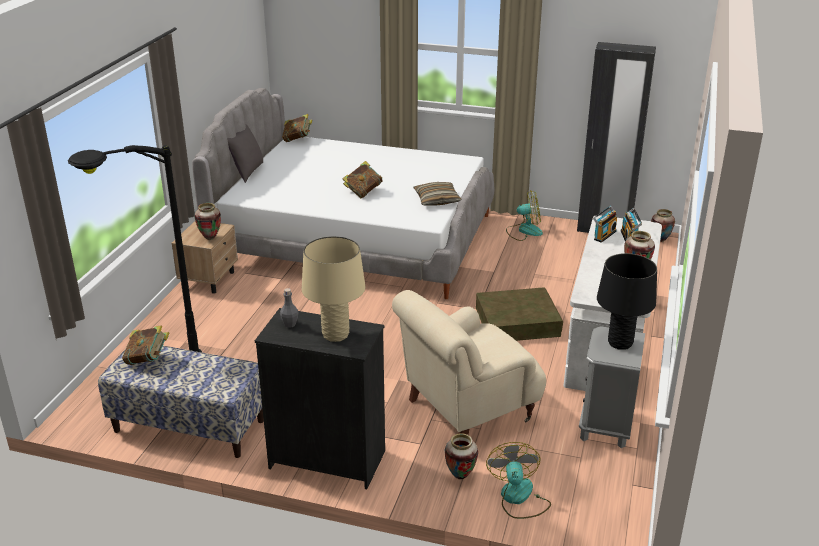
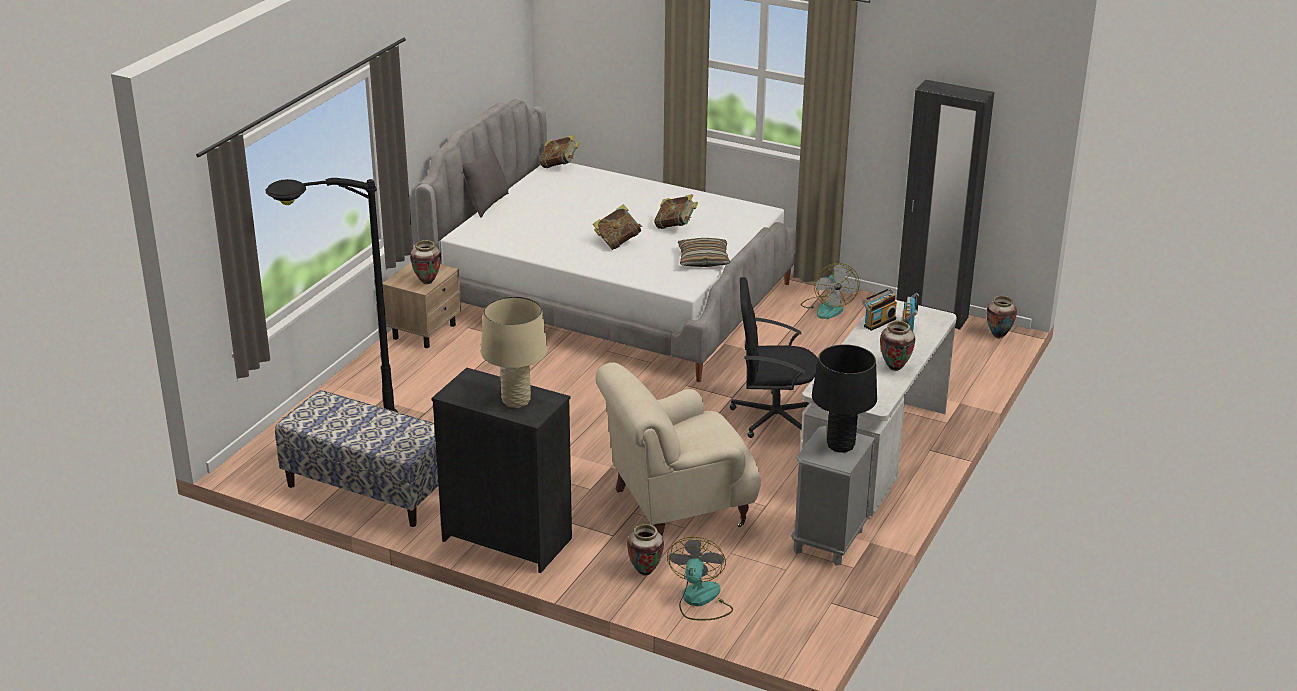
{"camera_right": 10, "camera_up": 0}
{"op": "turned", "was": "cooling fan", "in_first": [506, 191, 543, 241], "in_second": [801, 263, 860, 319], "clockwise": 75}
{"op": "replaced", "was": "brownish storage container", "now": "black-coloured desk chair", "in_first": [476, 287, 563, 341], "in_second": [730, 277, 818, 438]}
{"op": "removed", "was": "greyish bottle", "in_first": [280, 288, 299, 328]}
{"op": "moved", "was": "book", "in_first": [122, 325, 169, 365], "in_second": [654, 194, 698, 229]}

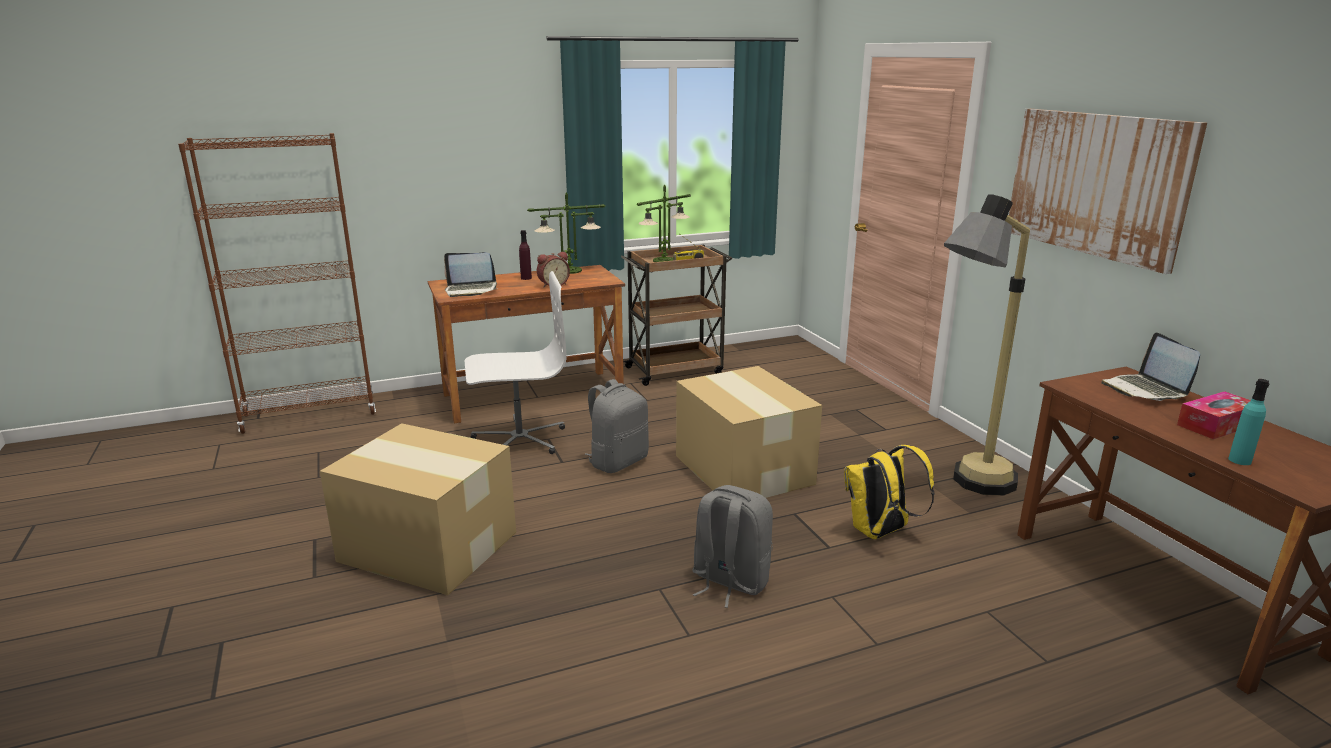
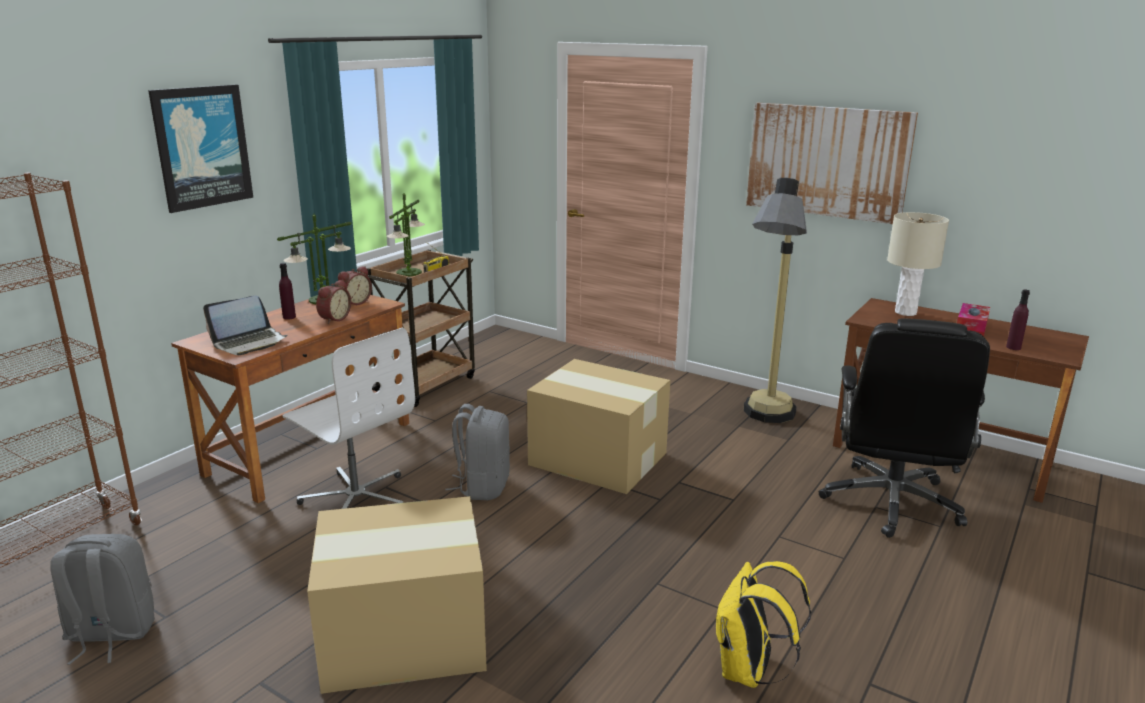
{"camera_right": -35, "camera_up": 0}
{"op": "turned", "was": "white desk chair", "in_first": [465, 271, 567, 454], "in_second": [283, 328, 415, 509], "clockwise": 90}
{"op": "replaced", "was": "notebook computer", "now": "sand-coloured tabletop lamp", "in_first": [1101, 332, 1200, 401], "in_second": [887, 212, 949, 316]}
{"op": "recoloured", "was": "blue-green bottle", "now": "purplish bottle", "in_first": [1228, 379, 1269, 465], "in_second": [1006, 289, 1030, 350]}
{"op": "moved", "was": "yellow-coloured rucksack", "in_first": [844, 445, 934, 539], "in_second": [716, 561, 811, 688]}
{"op": "moved", "was": "greyish rucksack", "in_first": [692, 485, 773, 608], "in_second": [50, 534, 155, 665]}
{"op": "added", "now": "picture", "in_second": [148, 84, 253, 213]}
{"op": "added", "now": "alarm clock", "in_second": [338, 266, 372, 305]}
{"op": "added", "now": "black-coloured desk chair", "in_second": [818, 318, 990, 538]}

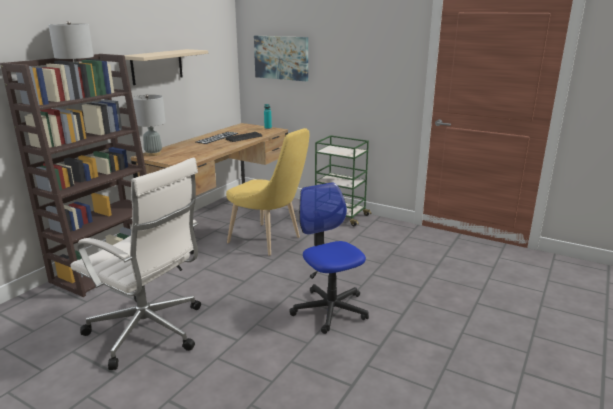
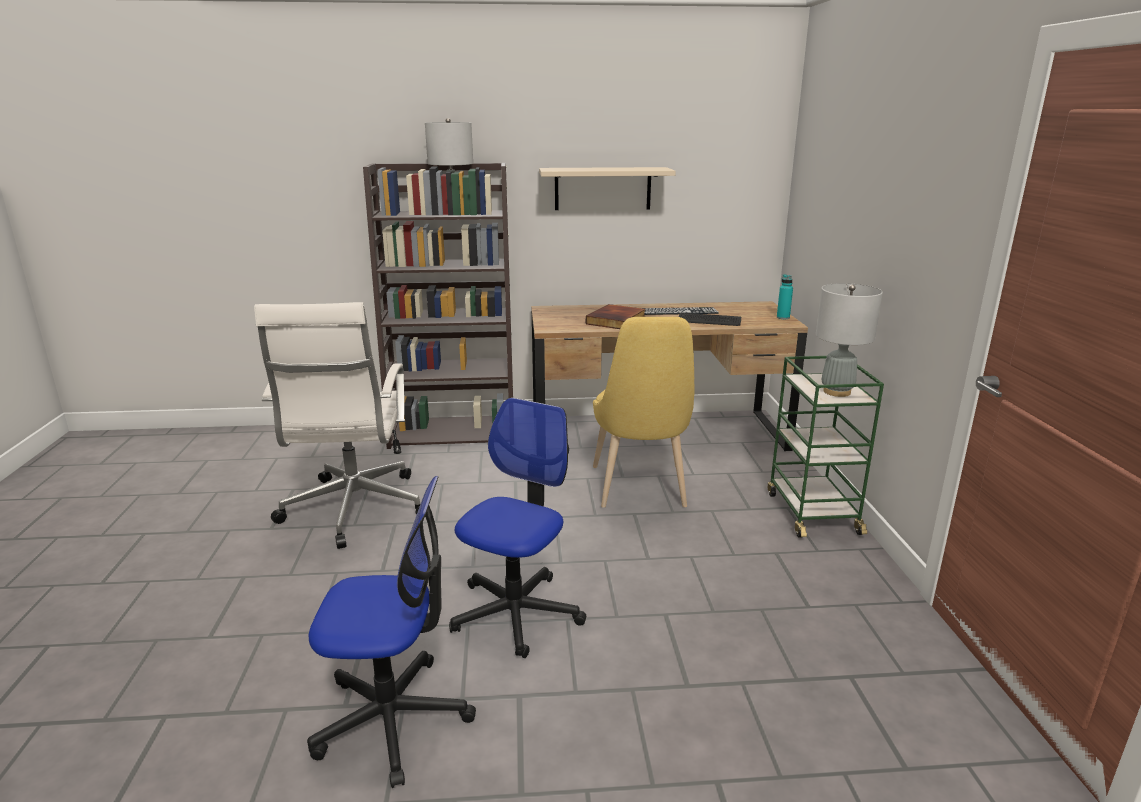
{"camera_right": 55, "camera_up": 0}
{"op": "removed", "was": "picture", "in_first": [254, 36, 308, 81]}
{"op": "moved", "was": "greyish tabletop lamp", "in_first": [132, 94, 166, 156], "in_second": [816, 283, 883, 397]}
{"op": "added", "now": "book", "in_second": [586, 304, 646, 329]}
{"op": "added", "now": "desk chair", "in_second": [307, 476, 476, 788]}

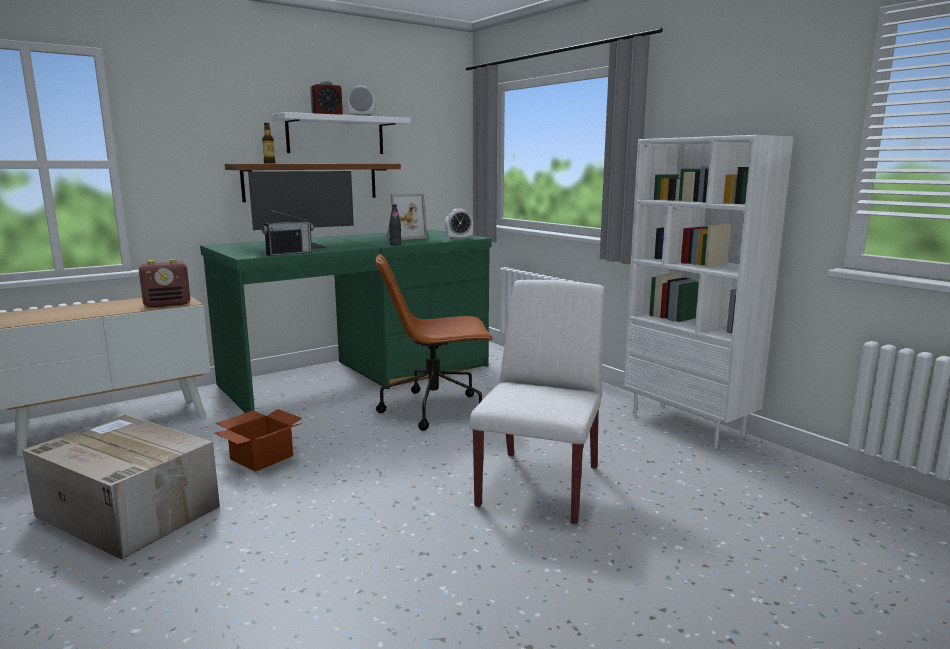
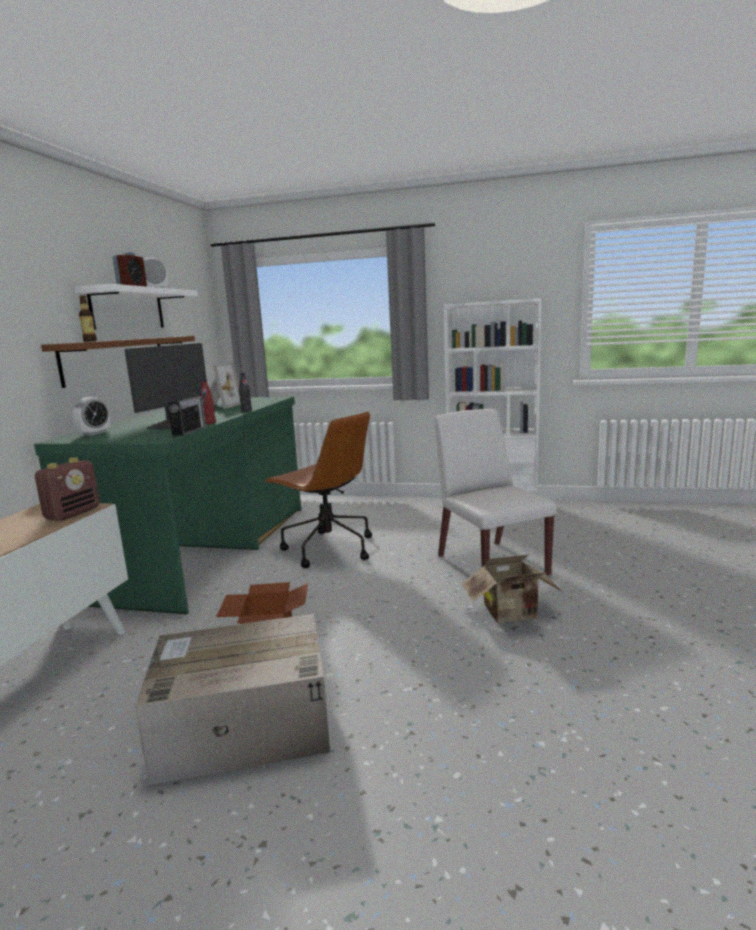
{"camera_right": -40, "camera_up": 0}
{"op": "moved", "was": "alarm clock", "in_first": [445, 209, 473, 240], "in_second": [73, 397, 111, 436]}
{"op": "turned", "was": "brownish desk chair", "in_first": [375, 254, 494, 431], "in_second": [264, 411, 372, 568], "clockwise": -90}
{"op": "added", "now": "red bottle", "in_second": [201, 380, 216, 424]}
{"op": "added", "now": "carton", "in_second": [462, 555, 562, 623]}

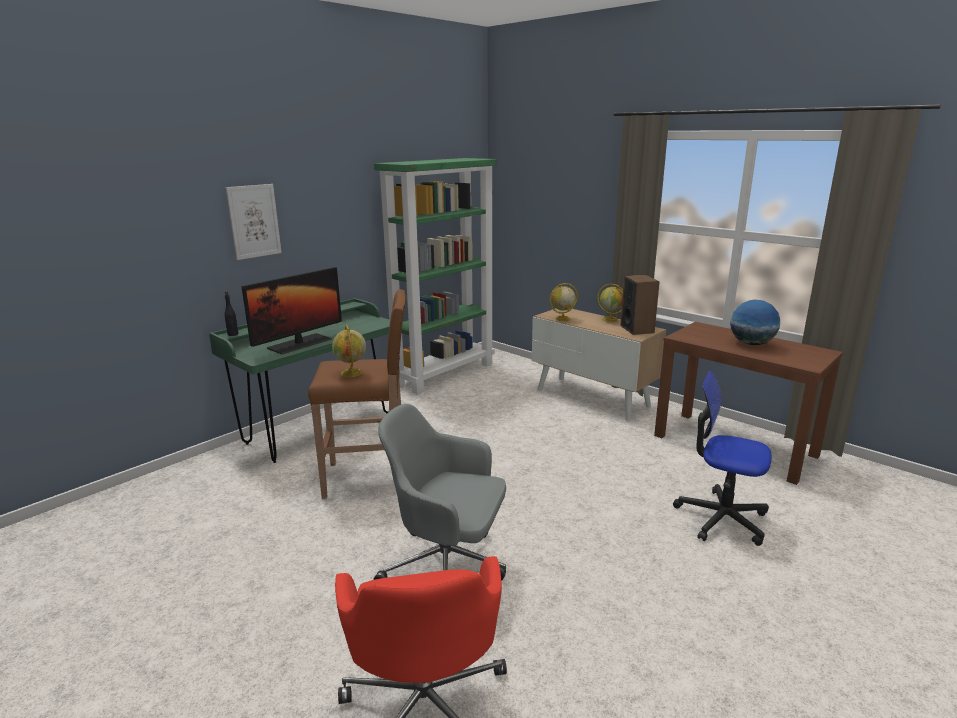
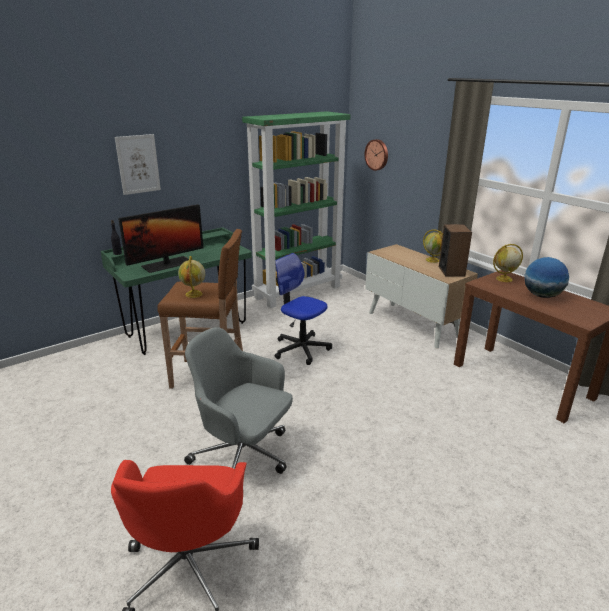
{"camera_right": 10, "camera_up": 5}
{"op": "moved", "was": "globe", "in_first": [550, 283, 578, 321], "in_second": [493, 244, 523, 282]}
{"op": "moved", "was": "desk chair", "in_first": [673, 371, 771, 546], "in_second": [274, 253, 332, 365]}
{"op": "added", "now": "wall clock", "in_second": [365, 139, 388, 171]}

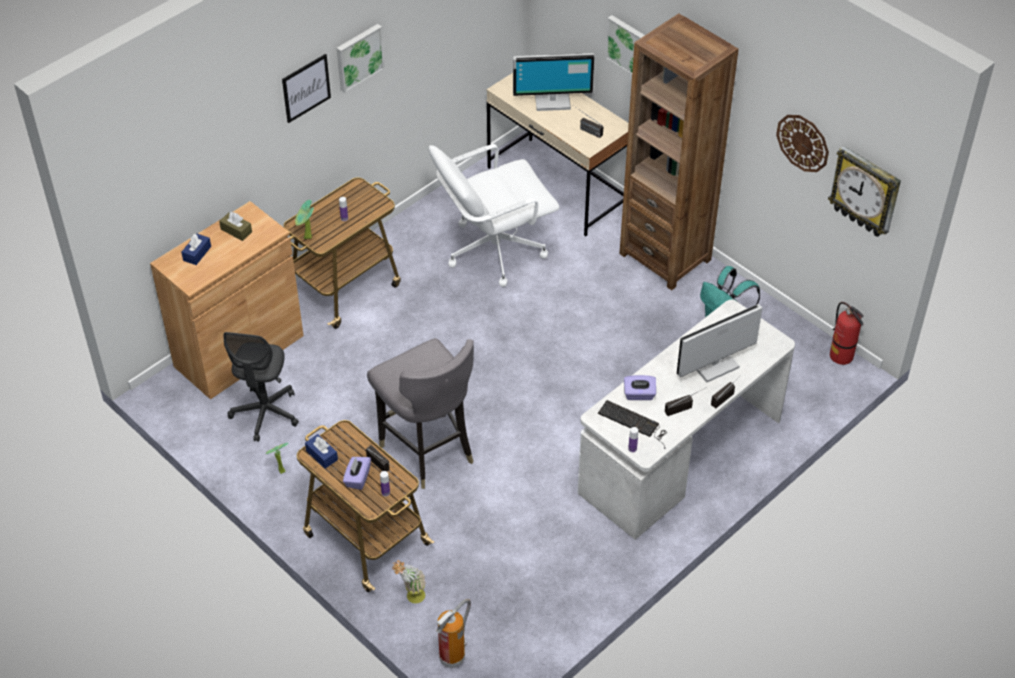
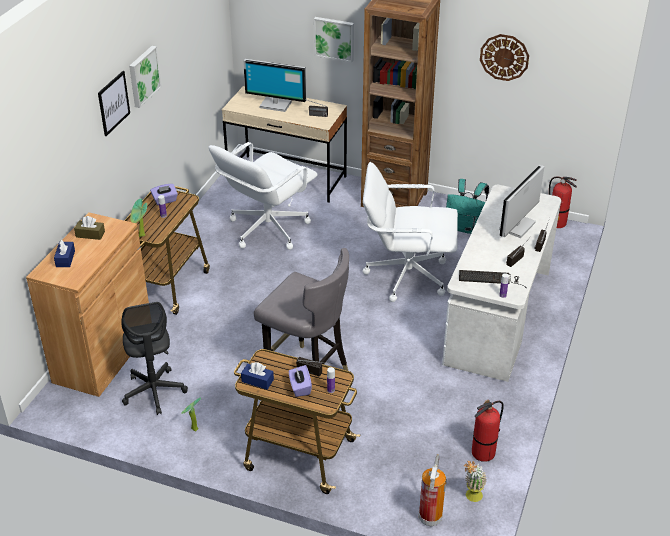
{"camera_right": -25, "camera_up": -10}
{"op": "turned", "was": "monitor", "in_first": [513, 53, 594, 111], "in_second": [243, 59, 307, 112], "clockwise": 45}
{"op": "removed", "was": "wall clock", "in_first": [828, 146, 901, 237]}
{"op": "moved", "was": "purplish box of tissues", "in_first": [624, 375, 656, 400], "in_second": [150, 184, 178, 205]}
{"op": "moved", "was": "plant in a pot", "in_first": [392, 560, 426, 603], "in_second": [464, 461, 487, 502]}
{"op": "added", "now": "white desk chair", "in_second": [363, 162, 458, 302]}
{"op": "added", "now": "fire-fighting cylinder", "in_second": [472, 400, 504, 462]}

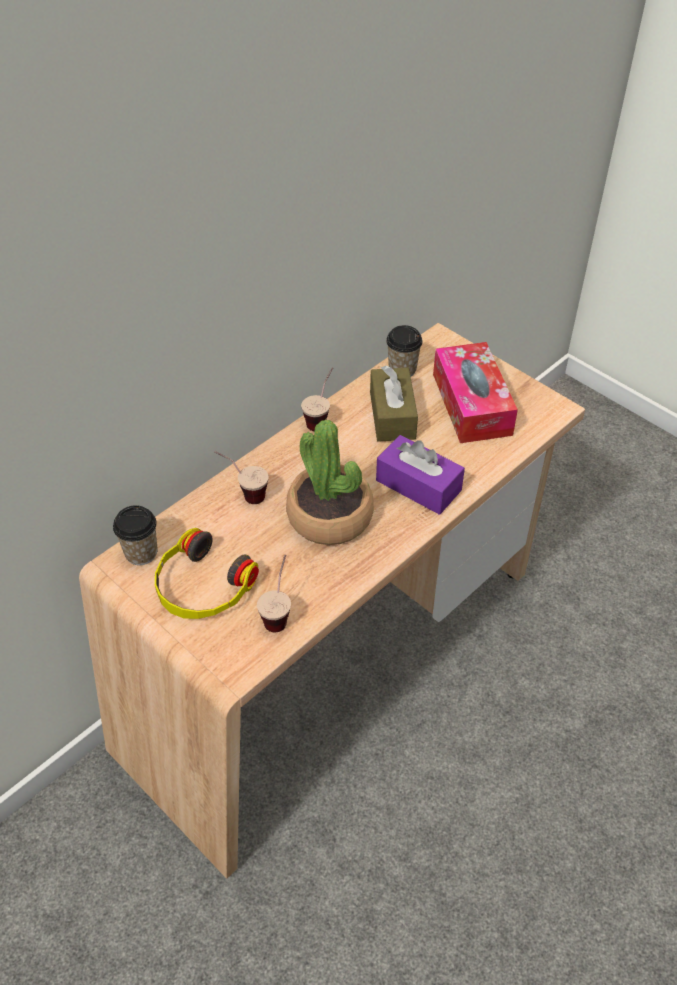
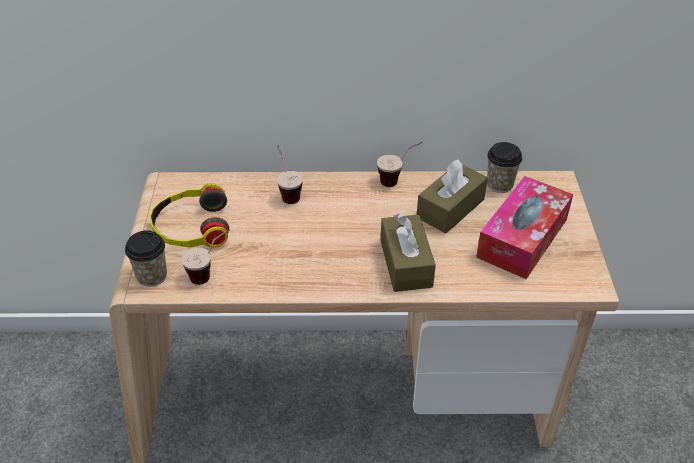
{"camera_right": 45, "camera_up": -5}
{"op": "removed", "was": "plant in a pot", "in_first": [286, 419, 373, 545]}
{"op": "recoloured", "was": "purplish box of tissues", "now": "brownish box of tissues", "in_first": [376, 435, 465, 515], "in_second": [381, 214, 436, 292]}
{"op": "moved", "was": "small cup", "in_first": [113, 505, 158, 565], "in_second": [125, 230, 167, 287]}

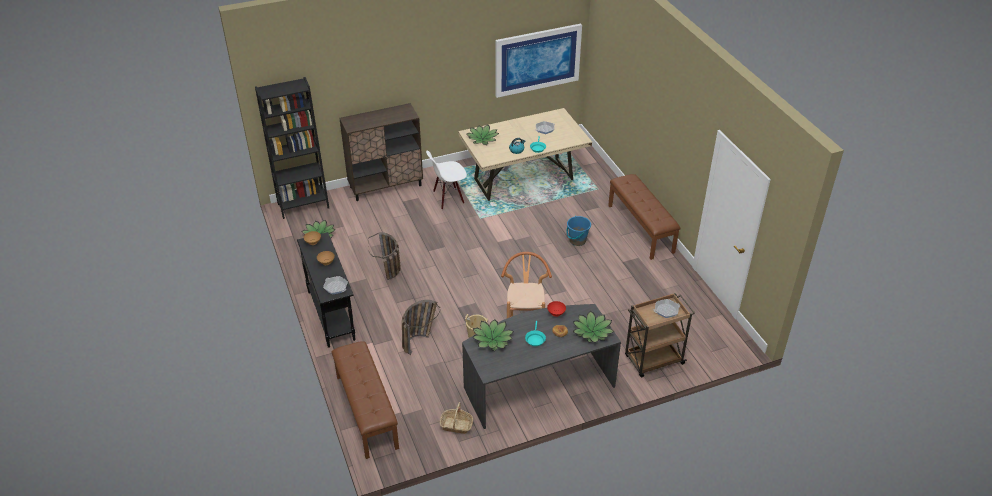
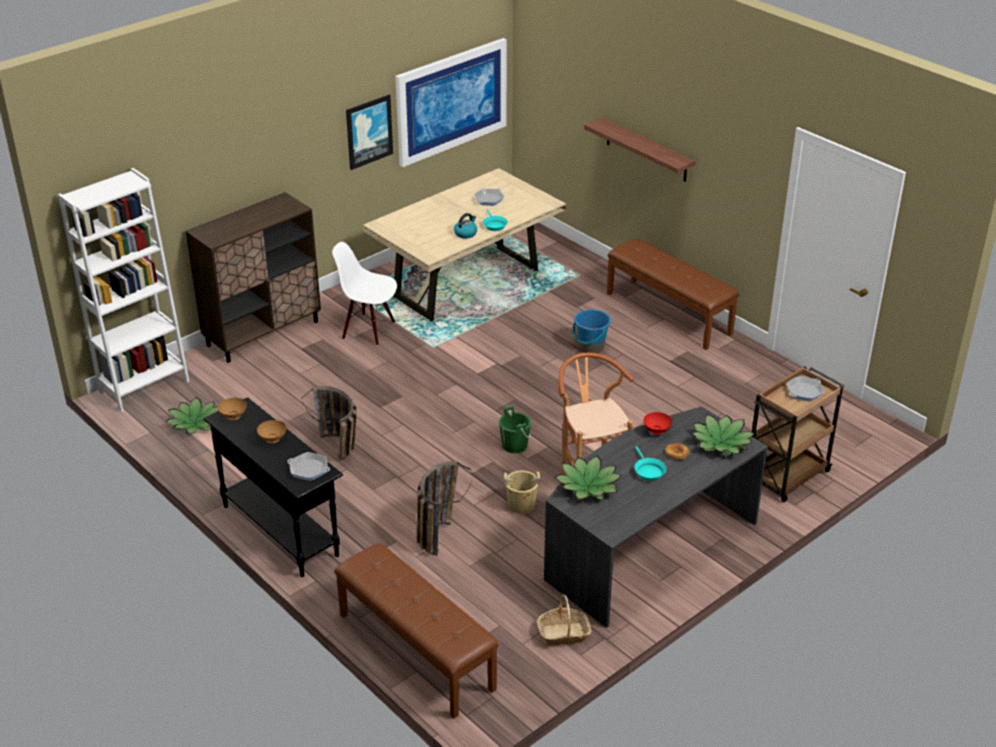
{"camera_right": -20, "camera_up": -5}
{"op": "recoloured", "was": "black-coloured shelving unit", "now": "white shelving unit", "in_first": [255, 77, 329, 219], "in_second": [58, 168, 190, 412]}
{"op": "removed", "was": "plant in a pot", "in_first": [466, 125, 499, 145]}
{"op": "turned", "was": "white chair", "in_first": [426, 151, 467, 210], "in_second": [332, 242, 397, 346], "clockwise": 60}
{"op": "added", "now": "picture", "in_second": [346, 95, 393, 170]}
{"op": "added", "now": "shelf", "in_second": [584, 118, 696, 182]}
{"op": "added", "now": "greenish pail", "in_second": [499, 406, 531, 453]}

